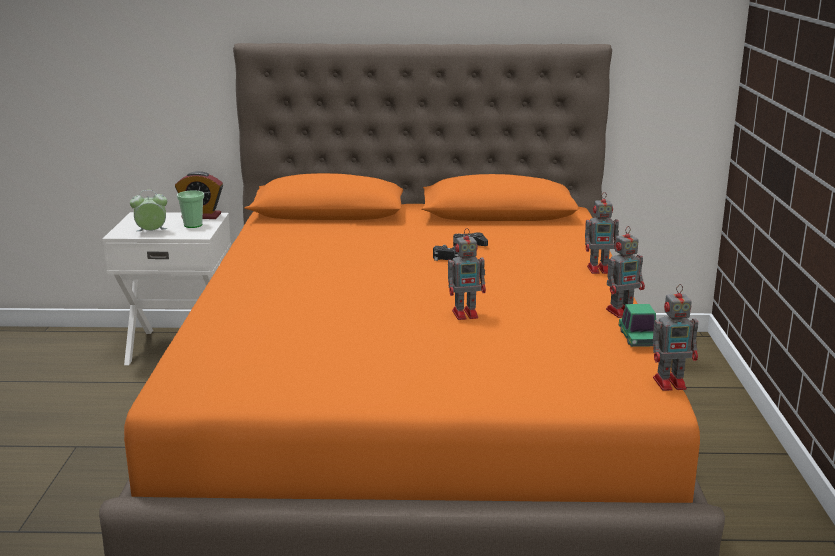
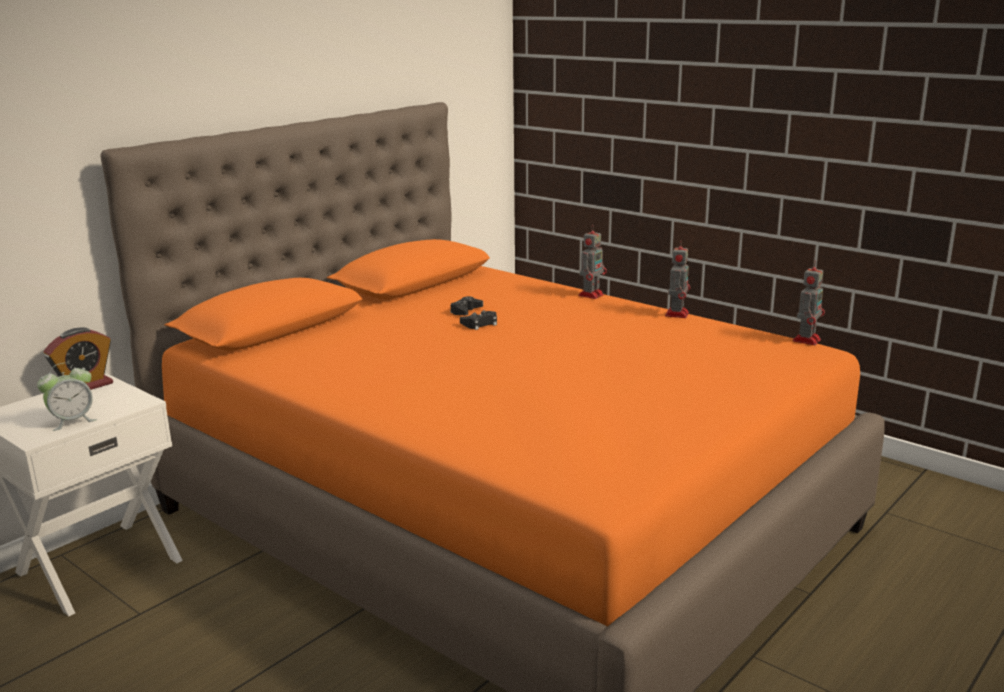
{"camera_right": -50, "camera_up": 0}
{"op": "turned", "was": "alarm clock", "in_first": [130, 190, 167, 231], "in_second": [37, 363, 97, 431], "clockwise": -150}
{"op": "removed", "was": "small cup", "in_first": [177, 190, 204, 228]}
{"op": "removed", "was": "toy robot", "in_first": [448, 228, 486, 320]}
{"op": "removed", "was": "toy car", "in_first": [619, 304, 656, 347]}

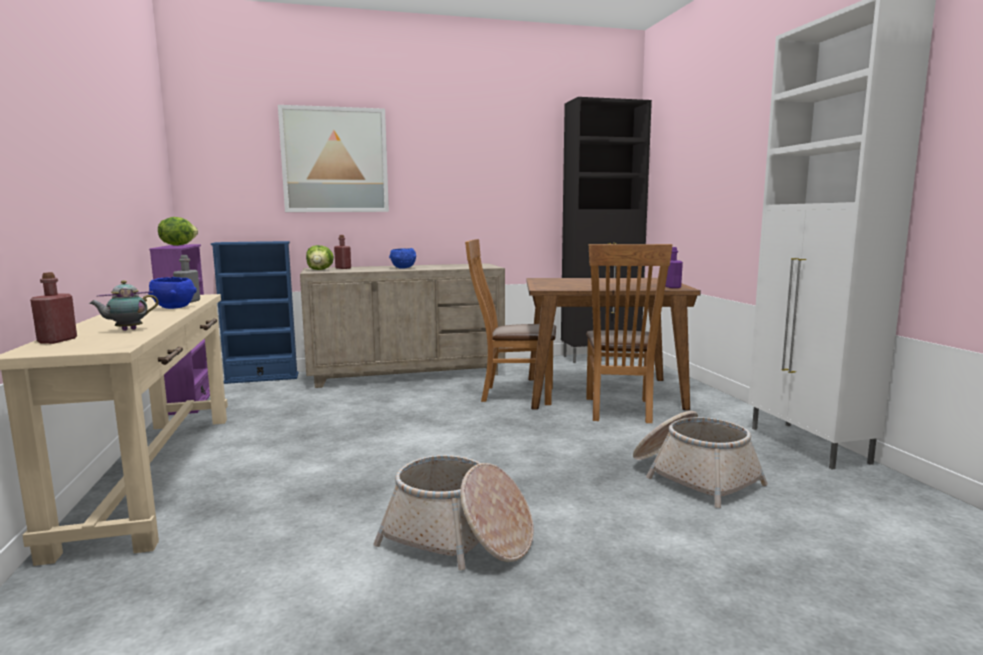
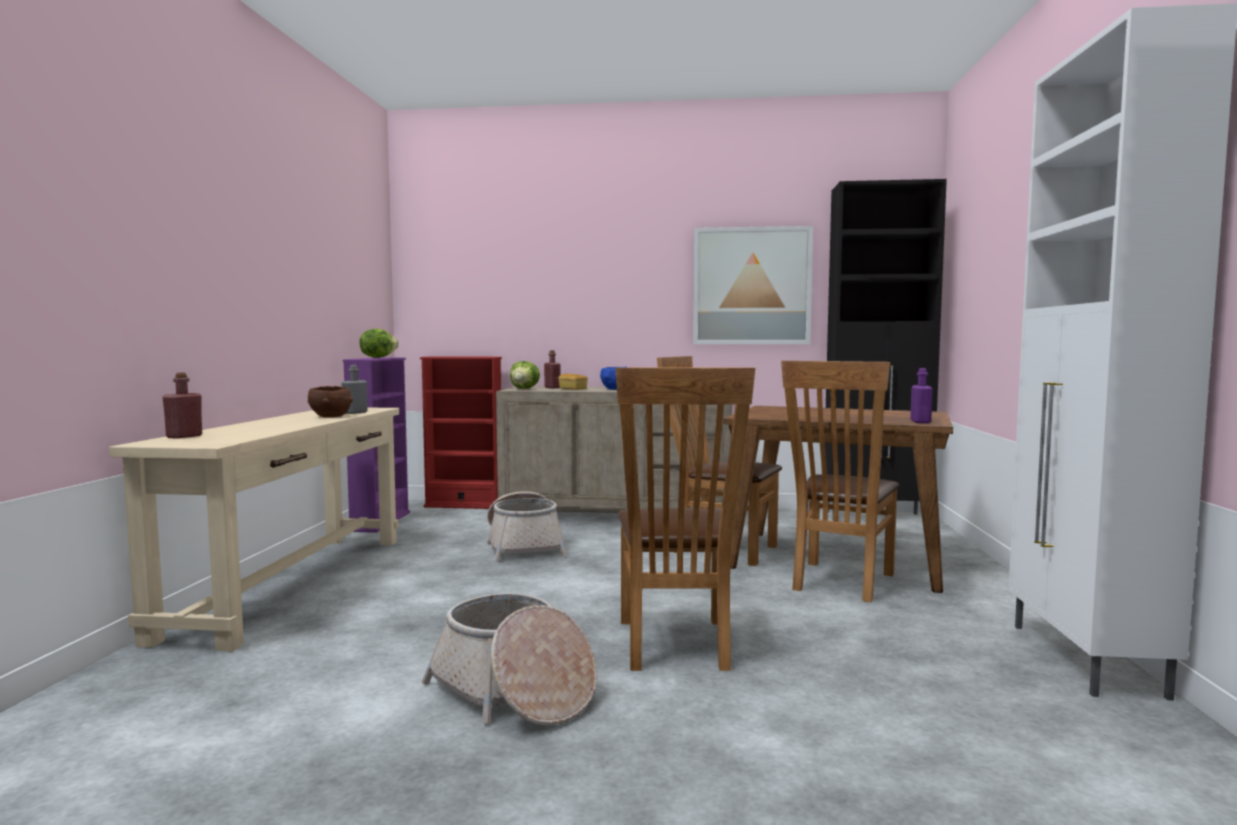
{"camera_right": 20, "camera_up": -5}
{"op": "moved", "was": "picture", "in_first": [278, 105, 389, 212], "in_second": [693, 226, 813, 344]}
{"op": "recoloured", "was": "blue shelving unit", "now": "red shelving unit", "in_first": [211, 241, 298, 384], "in_second": [420, 356, 502, 509]}
{"op": "recoloured", "was": "blue bowl", "now": "brownish bowl", "in_first": [148, 277, 197, 309], "in_second": [308, 386, 353, 418]}
{"op": "removed", "was": "teapot", "in_first": [89, 280, 159, 331]}
{"op": "moved", "was": "basket", "in_first": [633, 411, 768, 508], "in_second": [487, 491, 567, 562]}
{"op": "added", "now": "brownish chair", "in_second": [615, 367, 755, 671]}
{"op": "added", "now": "bread", "in_second": [558, 374, 588, 389]}

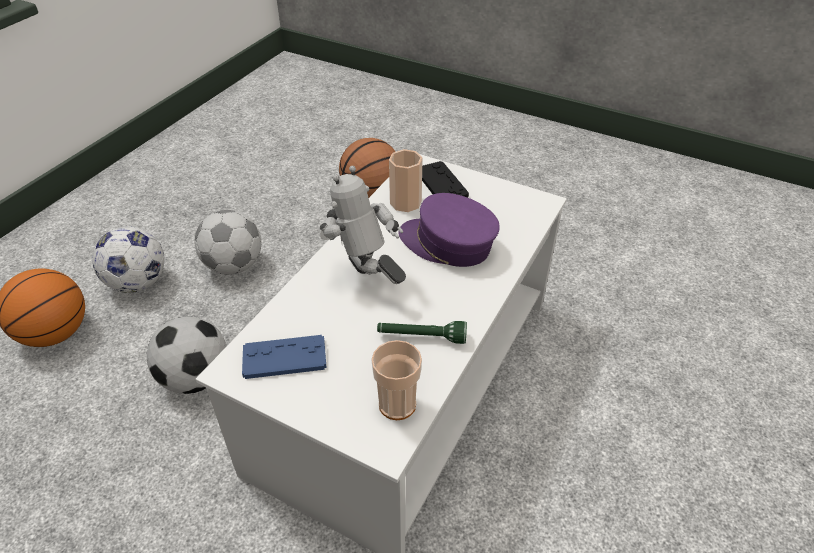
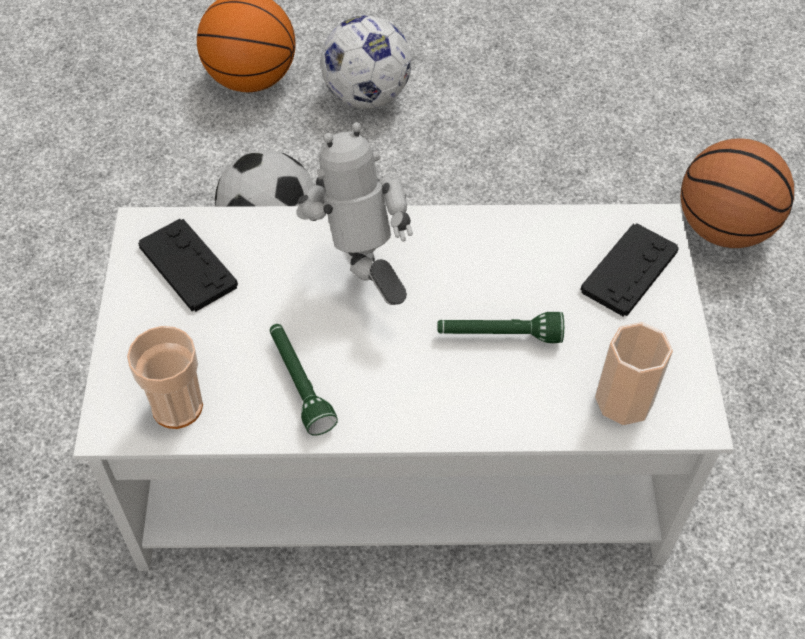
{"camera_right": 60, "camera_up": 10}
{"op": "moved", "was": "small cup", "in_first": [389, 149, 422, 212], "in_second": [595, 322, 673, 425]}
{"op": "turned", "was": "toy robot", "in_first": [320, 166, 406, 284], "in_second": [296, 122, 413, 305], "clockwise": -45}
{"op": "replaced", "was": "purplish cap", "now": "greenish torch", "in_first": [398, 193, 500, 267], "in_second": [438, 312, 564, 343]}
{"op": "removed", "was": "football ball", "in_first": [194, 210, 262, 275]}
{"op": "recoloured", "was": "blue joypad", "now": "black-coloured joypad", "in_first": [242, 335, 327, 379], "in_second": [138, 219, 238, 312]}

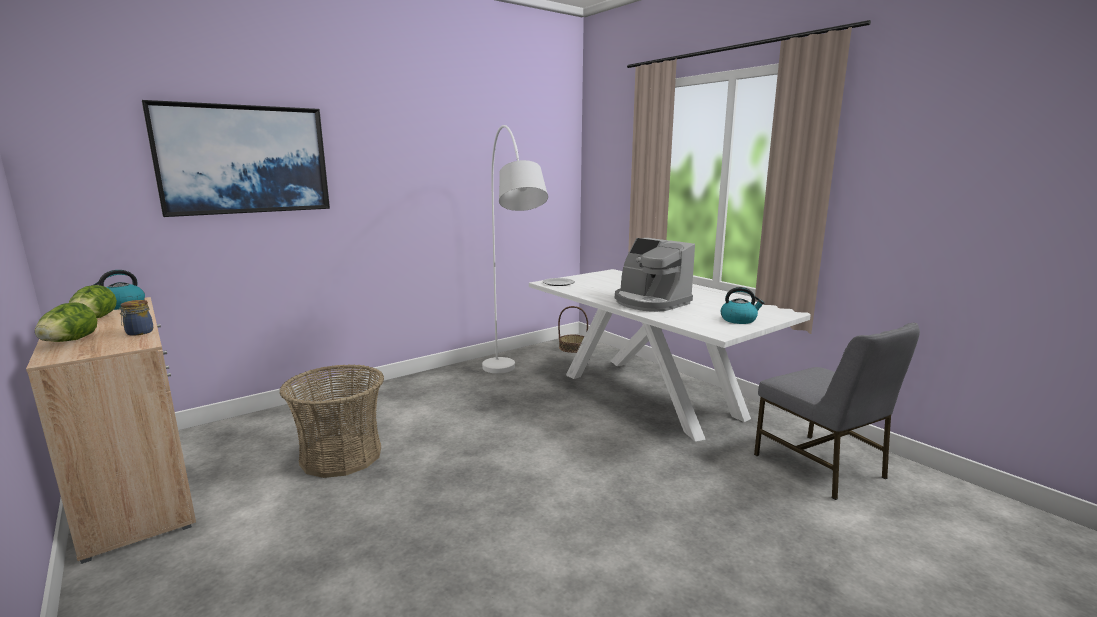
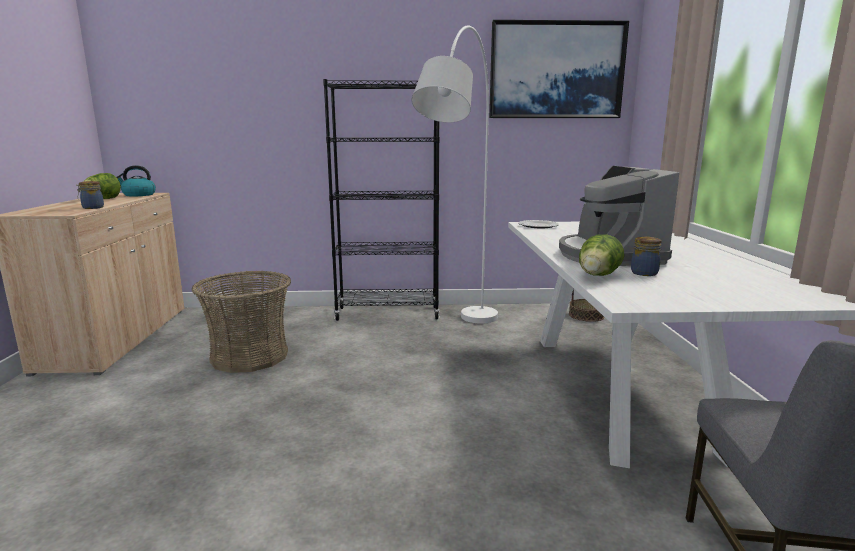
{"camera_right": 35, "camera_up": 0}
{"op": "moved", "was": "picture", "in_first": [142, 100, 330, 217], "in_second": [489, 20, 629, 118]}
{"op": "removed", "was": "water kettle", "in_first": [721, 287, 765, 324]}
{"op": "moved", "was": "lettuce head", "in_first": [35, 302, 97, 342], "in_second": [579, 234, 624, 276]}
{"op": "added", "now": "black-coloured shelving unit", "in_second": [323, 79, 440, 321]}
{"op": "added", "now": "storage jar", "in_second": [631, 236, 662, 276]}

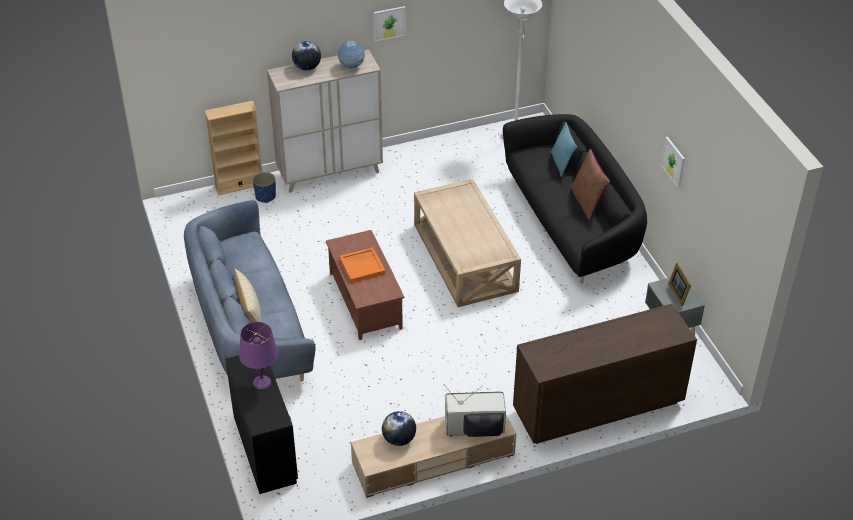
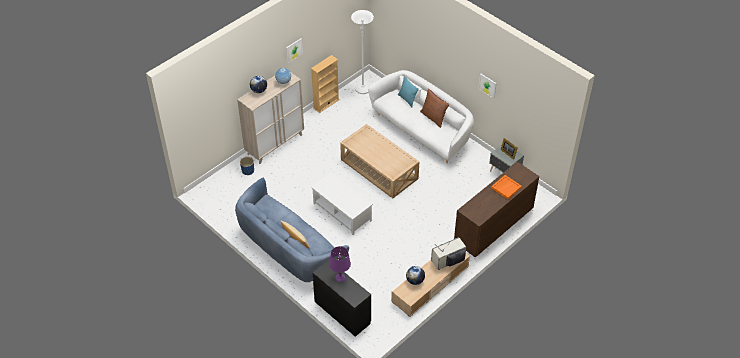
{"camera_right": -25, "camera_up": 5}
{"op": "moved", "was": "sand-coloured shelving unit", "in_first": [204, 101, 262, 195], "in_second": [311, 55, 339, 113]}
{"op": "recoloured", "was": "black-coloured couch", "now": "white couch", "in_first": [503, 114, 647, 284], "in_second": [368, 70, 474, 163]}
{"op": "recoloured", "was": "brownish low table", "now": "white low table", "in_first": [326, 230, 404, 340], "in_second": [311, 172, 373, 235]}
{"op": "moved", "was": "orangey serving tray", "in_first": [339, 247, 385, 283], "in_second": [491, 175, 522, 199]}

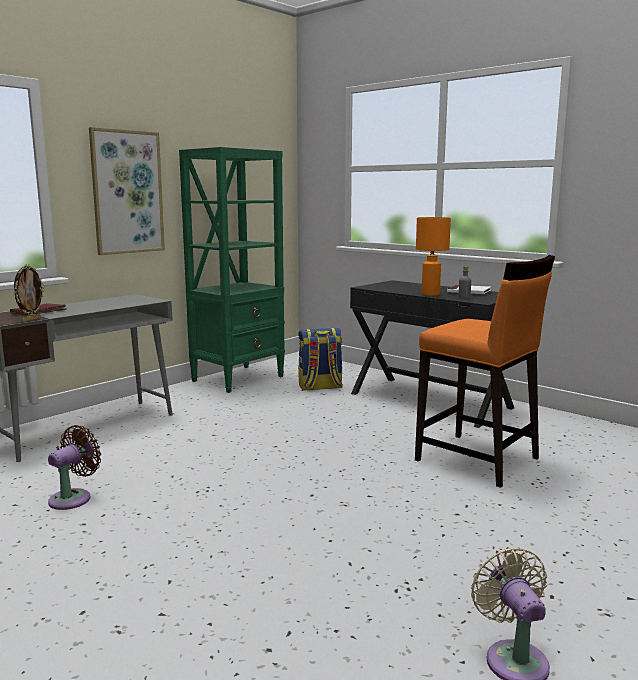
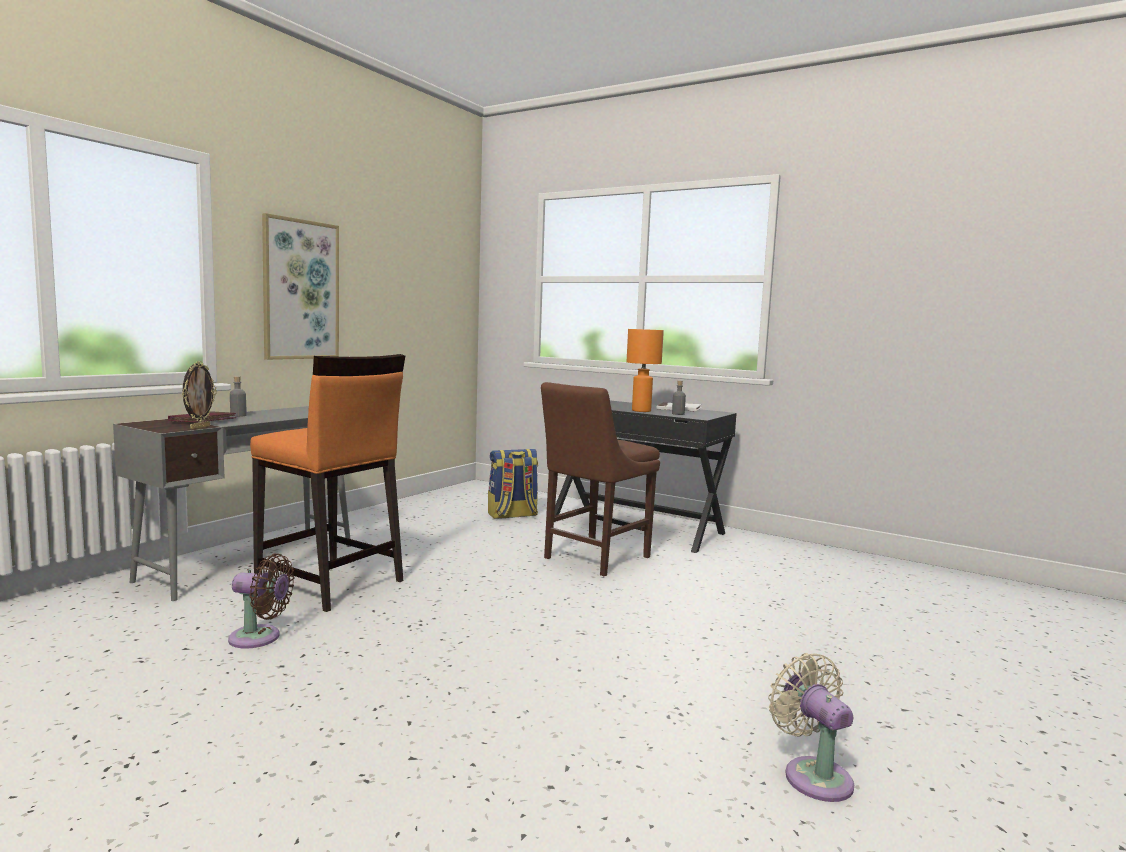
{"camera_right": -10, "camera_up": -5}
{"op": "removed", "was": "greenish shelving unit", "in_first": [179, 147, 285, 393]}
{"op": "moved", "was": "orangey stool seat", "in_first": [415, 255, 555, 488], "in_second": [250, 354, 405, 612]}
{"op": "turned", "was": "brownish cooling fan", "in_first": [48, 425, 101, 510], "in_second": [228, 554, 294, 649], "clockwise": 75}
{"op": "added", "now": "greyish bottle", "in_second": [230, 376, 247, 417]}
{"op": "added", "now": "brownish chair", "in_second": [541, 382, 660, 576]}

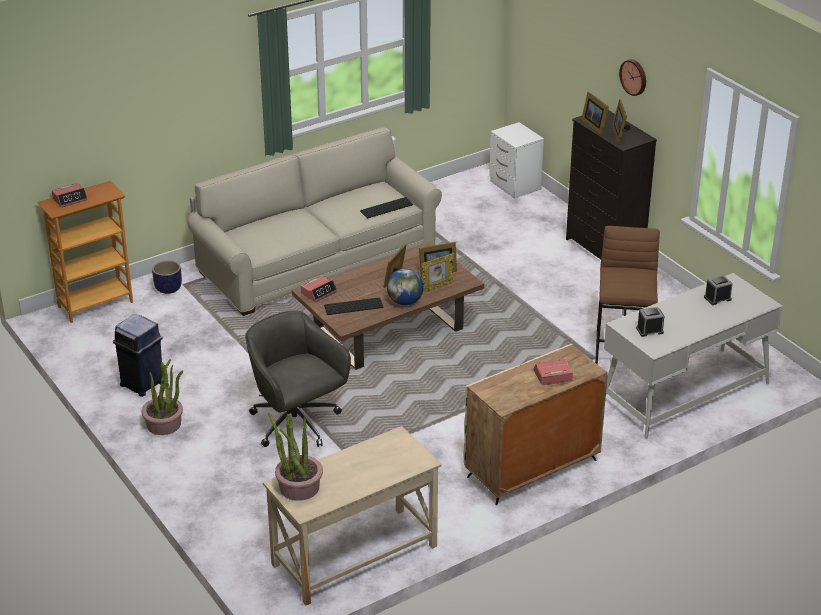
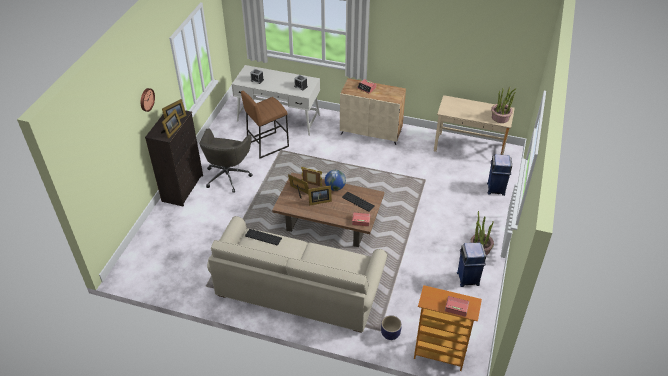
{"camera_right": -130, "camera_up": 10}
{"op": "removed", "was": "white night table", "in_first": [489, 122, 544, 199]}
{"op": "moved", "was": "greyish desk chair", "in_first": [245, 311, 351, 447], "in_second": [199, 128, 253, 193]}
{"op": "added", "now": "blue trash can", "in_second": [487, 154, 512, 196]}

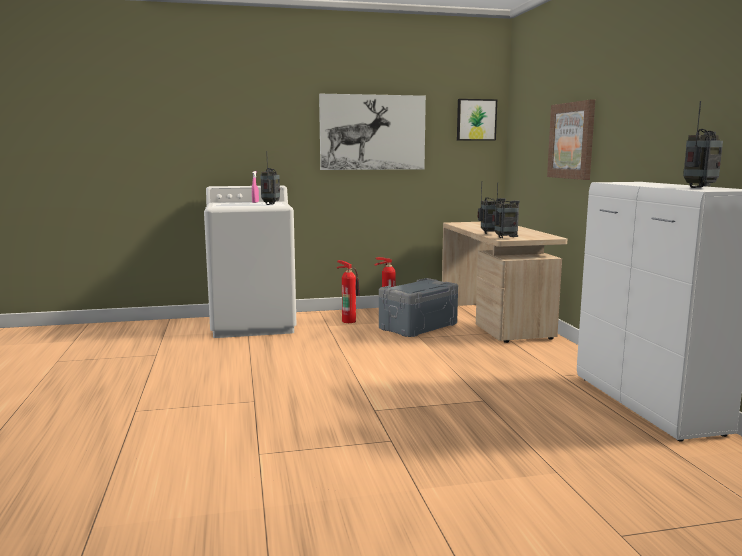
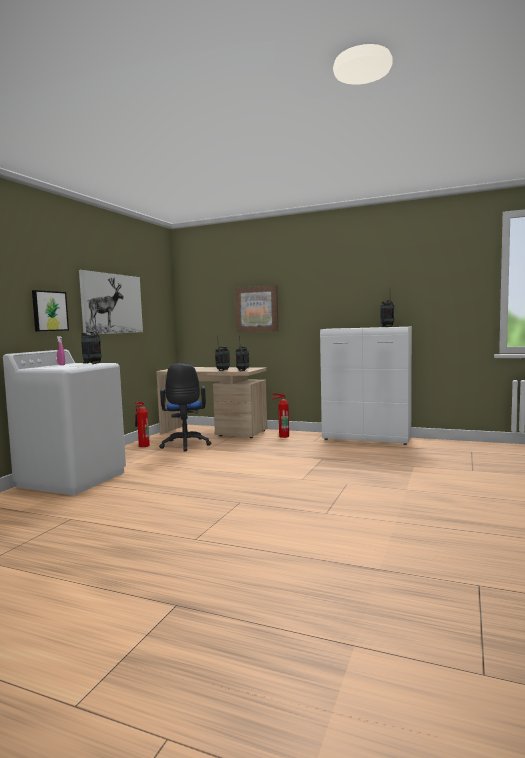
{"camera_right": -55, "camera_up": -5}
{"op": "moved", "was": "picture", "in_first": [457, 99, 497, 141], "in_second": [32, 290, 69, 331]}
{"op": "moved", "was": "fire-fighting cylinder", "in_first": [337, 260, 360, 323], "in_second": [272, 393, 289, 438]}
{"op": "replaced", "was": "greyish storage container", "now": "blue desk chair", "in_first": [379, 278, 458, 337], "in_second": [159, 364, 211, 452]}

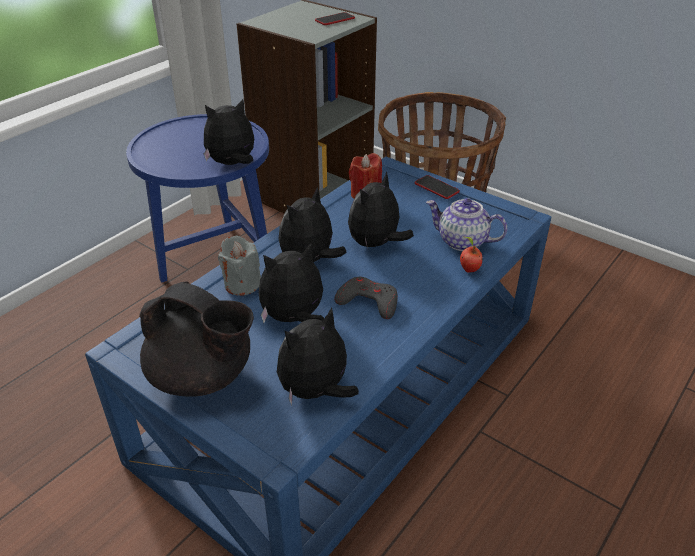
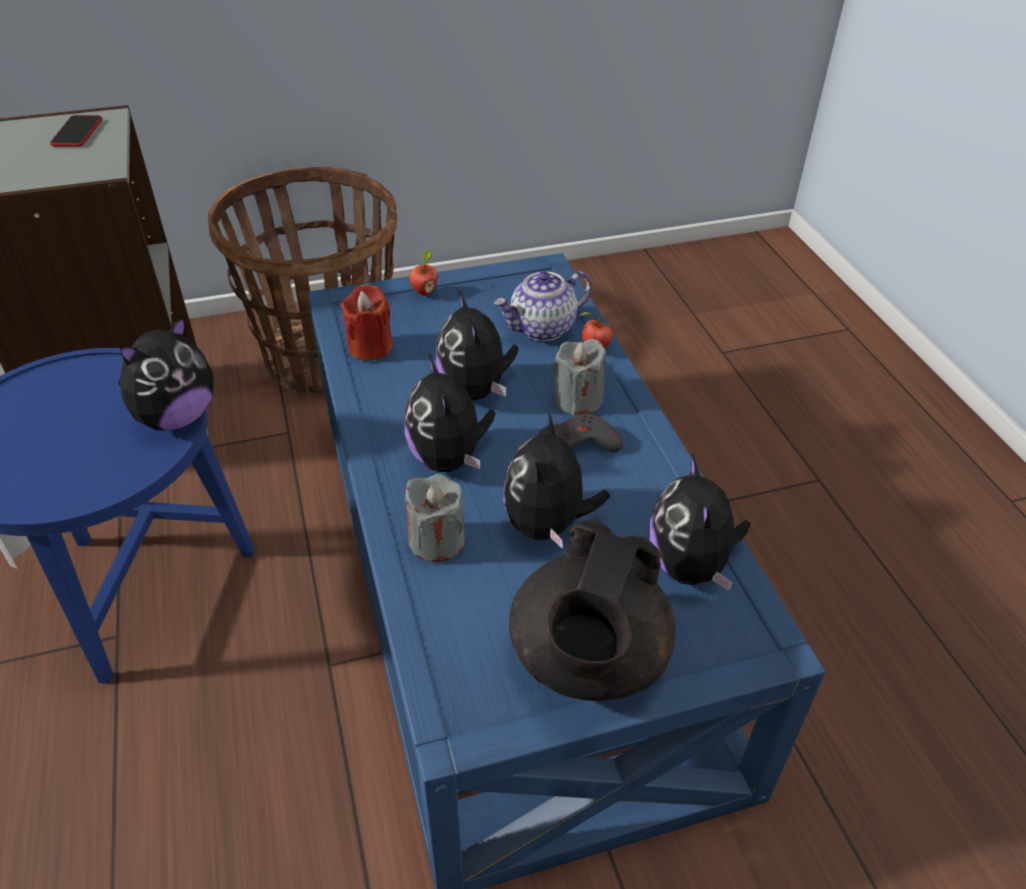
{"camera_right": -55, "camera_up": 5}
{"op": "turned", "was": "cuddly toy", "in_first": [204, 99, 254, 165], "in_second": [119, 315, 214, 431], "clockwise": -150}
{"op": "replaced", "was": "handset", "now": "apple", "in_first": [415, 175, 460, 199], "in_second": [409, 250, 438, 296]}
{"op": "turned", "was": "black-coloured teapot", "in_first": [139, 281, 254, 397], "in_second": [509, 520, 675, 701], "clockwise": 135}
{"op": "added", "now": "greyish wax light", "in_second": [552, 339, 606, 416]}

